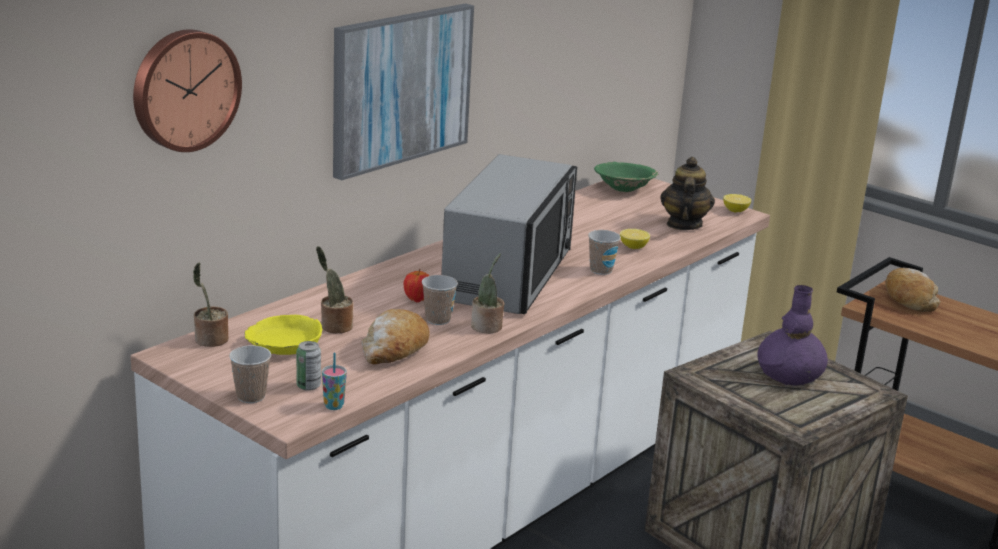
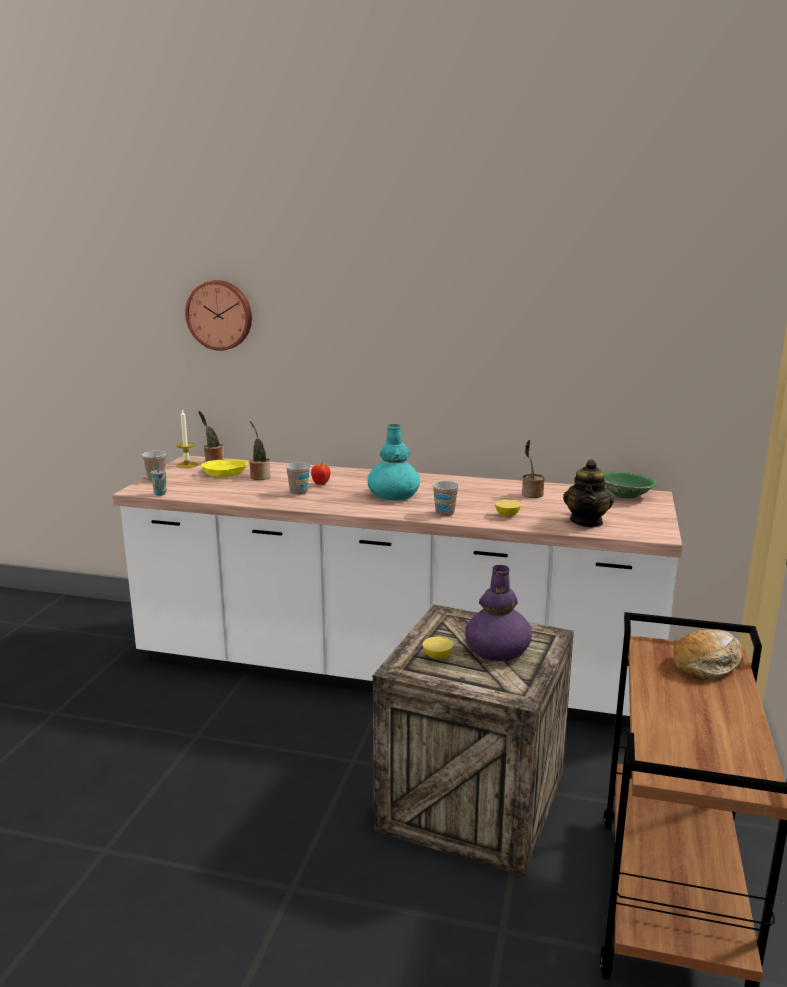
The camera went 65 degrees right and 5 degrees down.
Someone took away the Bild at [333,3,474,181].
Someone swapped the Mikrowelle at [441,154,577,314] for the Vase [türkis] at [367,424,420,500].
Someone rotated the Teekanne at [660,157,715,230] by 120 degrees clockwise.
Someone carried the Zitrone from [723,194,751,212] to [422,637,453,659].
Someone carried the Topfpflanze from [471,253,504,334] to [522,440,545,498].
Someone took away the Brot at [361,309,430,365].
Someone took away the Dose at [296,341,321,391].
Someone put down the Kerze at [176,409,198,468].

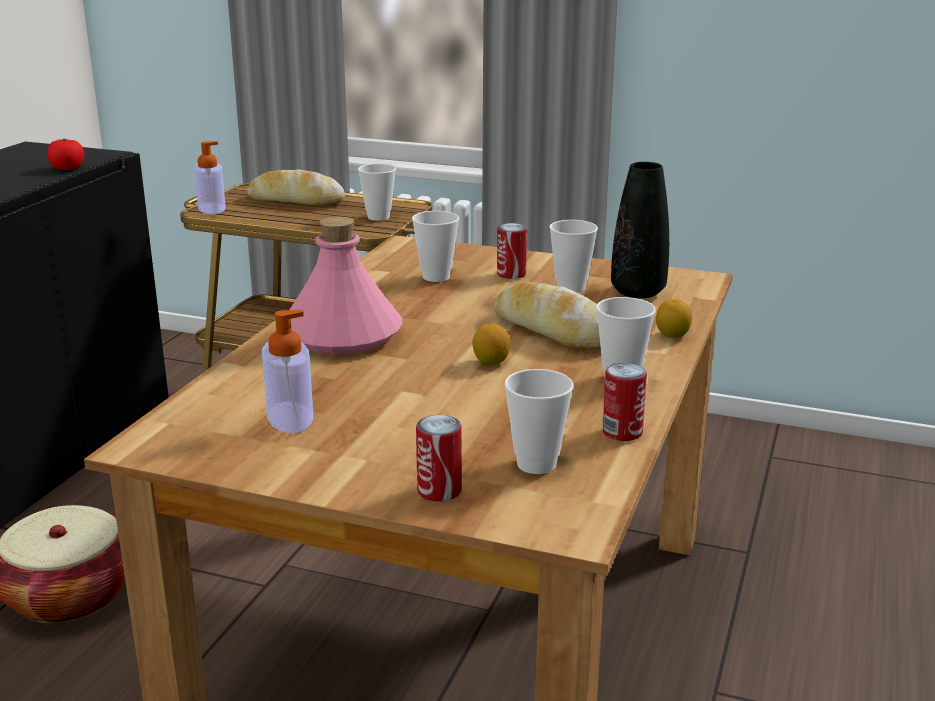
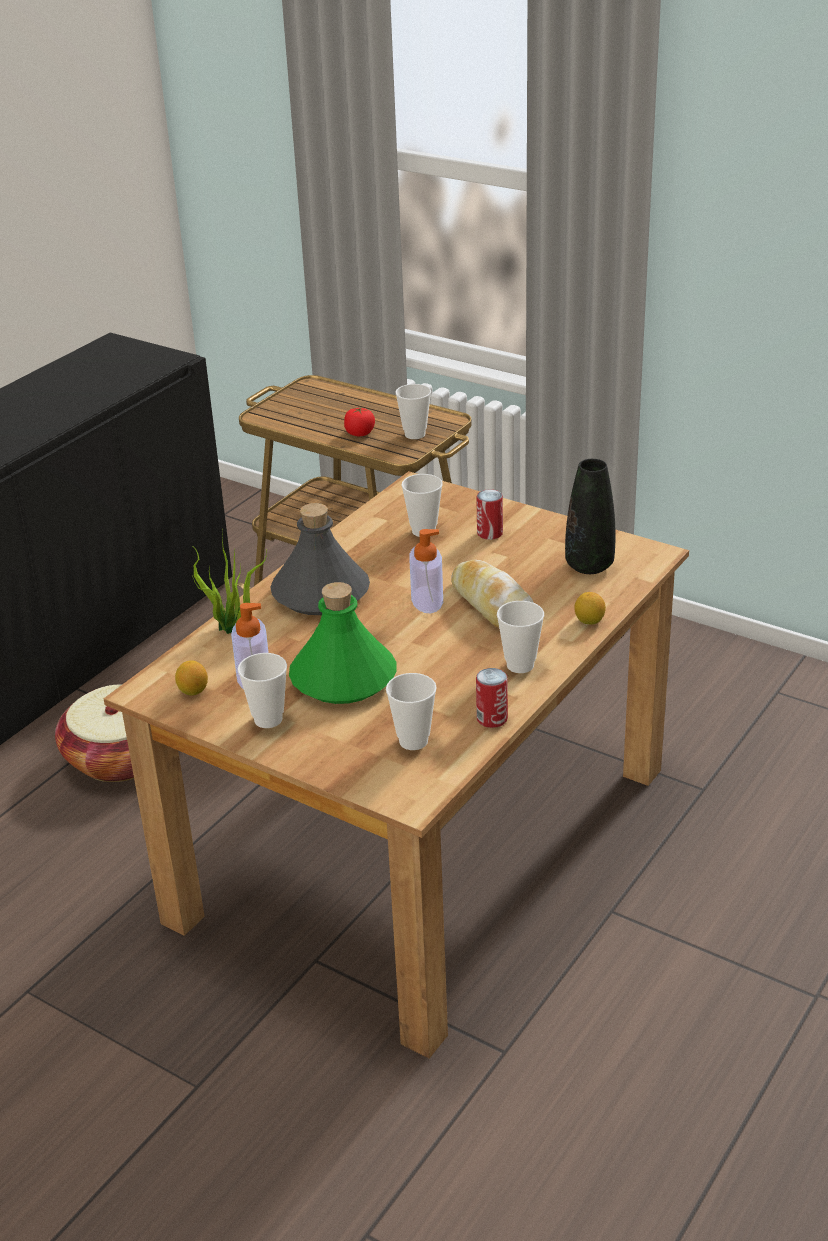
The camera went 15 degrees right and 10 degrees up.
Someone carried the Tomate from [47,138,84,170] to [344,407,375,436].
Someone carried the Seifenspender from [194,141,226,214] to [409,529,443,613].
Someone took away the Brot at [248,169,345,205].
Someone repainted the Flasche [rosa] at [289,216,402,354], which became the Flasche [grau] at [270,503,370,615].
Someone carried the Tasse from [549,220,598,292] to [238,653,287,728].
Someone carried the Zitrone from [472,324,510,365] to [175,660,208,696].
Someone took away the Dose at [416,415,462,502].
Someone put down the Topfpflanze at [192,529,267,634].
Someone put down the Flasche [grün] at [289,582,396,704].

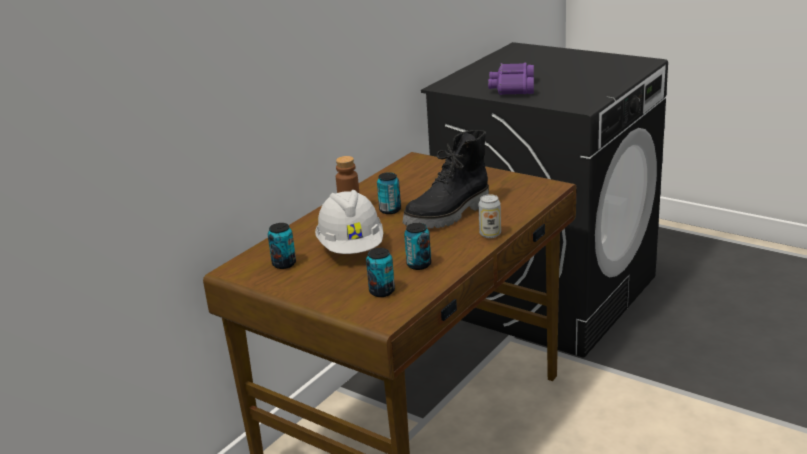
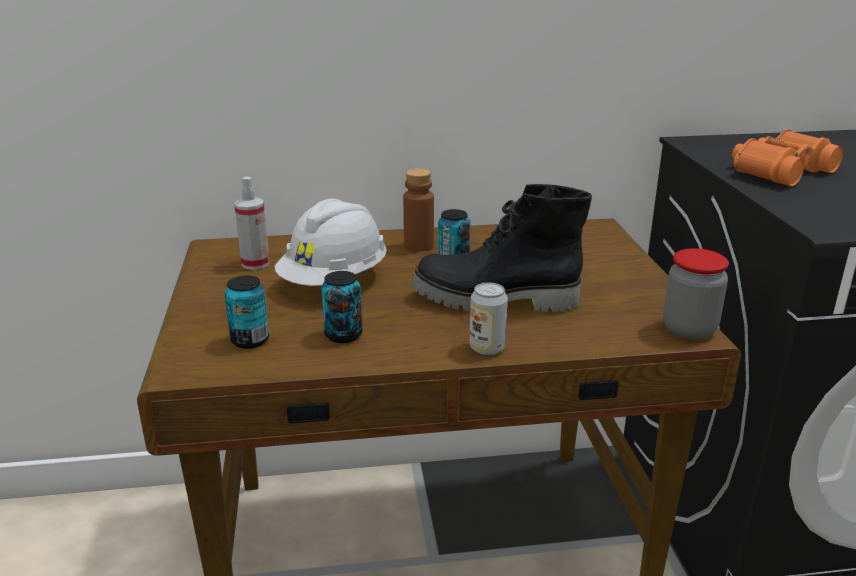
The camera went 45 degrees right and 0 degrees up.
Someone repainted the Fernglas [lila] at [488,62,534,95], which became the Fernglas [orange] at [732,129,843,186].
Someone swapped the Dose at [268,223,296,269] for the Sprühflasche at [234,177,270,270].
Someone put down the Vorratsglas at [663,248,729,340].

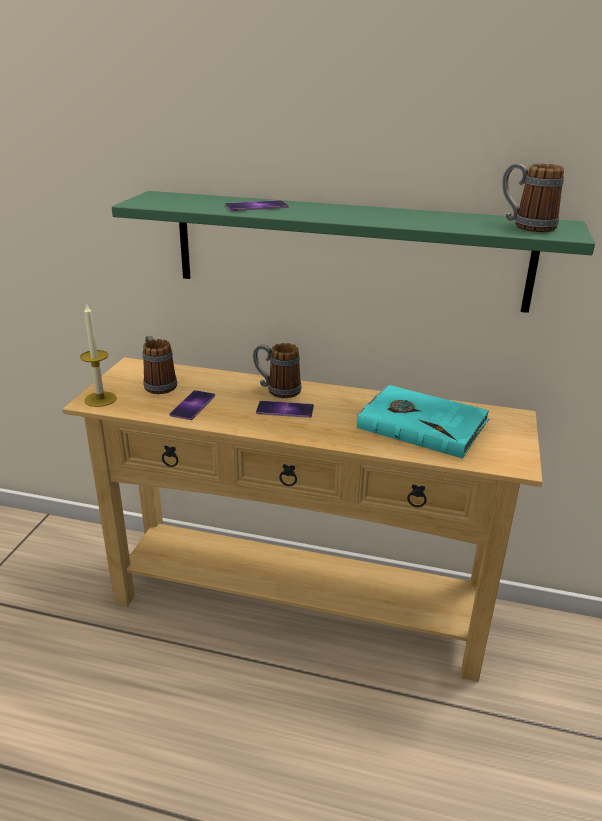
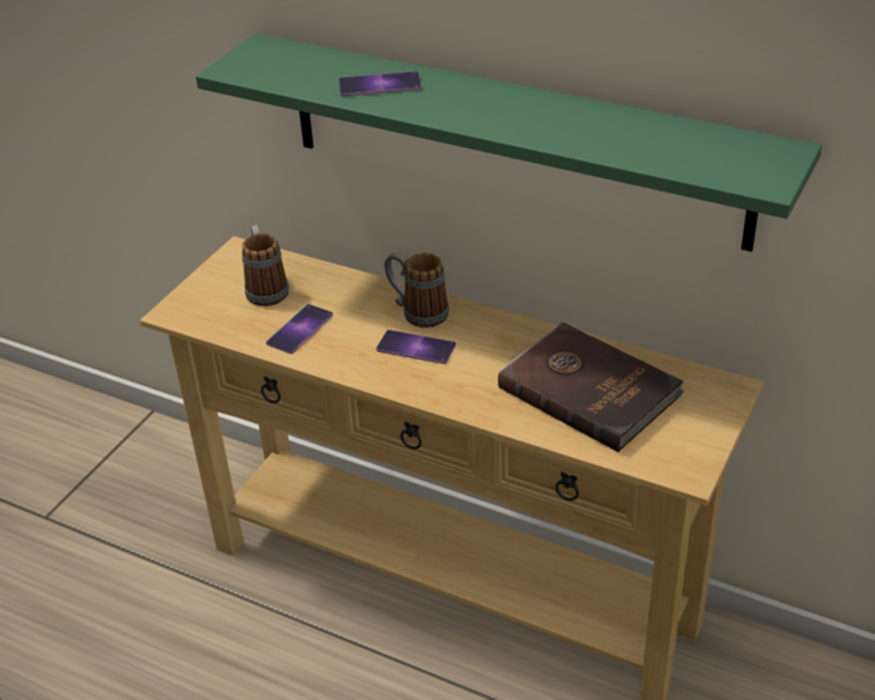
The camera went 15 degrees right and 10 degrees up.
Someone took away the Henkelbecher at [502,163,564,232].
Someone took away the Kerze at [80,303,117,407].
Someone repainted the Buch [türkis] at [357,385,489,459], which became the Buch [braun] at [498,322,685,452].

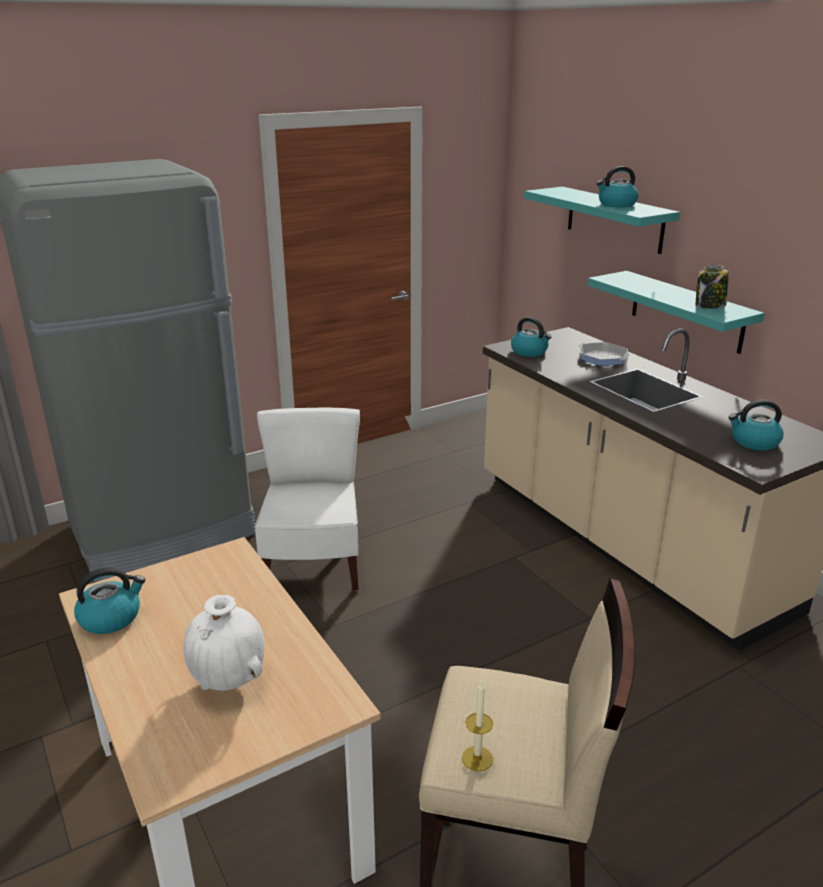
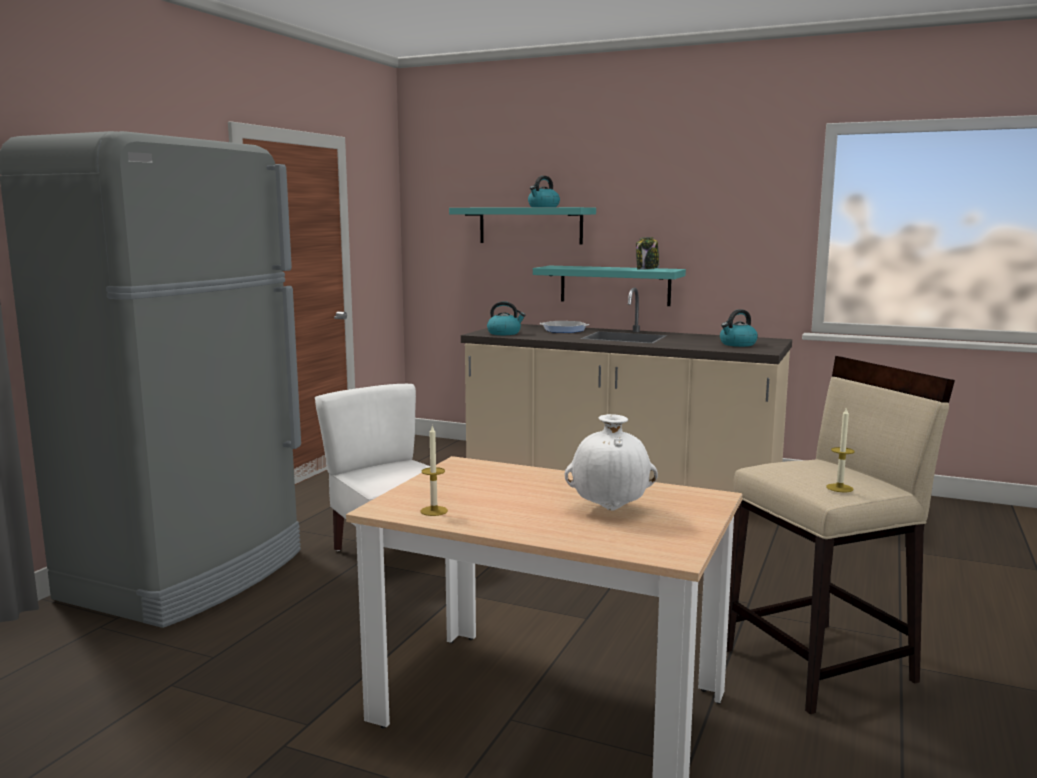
The camera went 35 degrees left and 15 degrees down.
Someone swapped the Wasserkessel at [74,567,145,634] for the Kerze at [421,426,448,516].

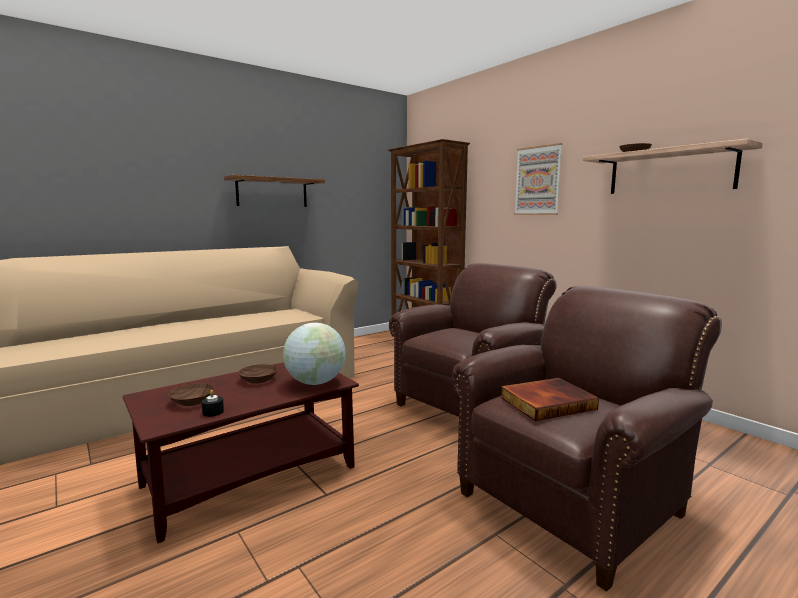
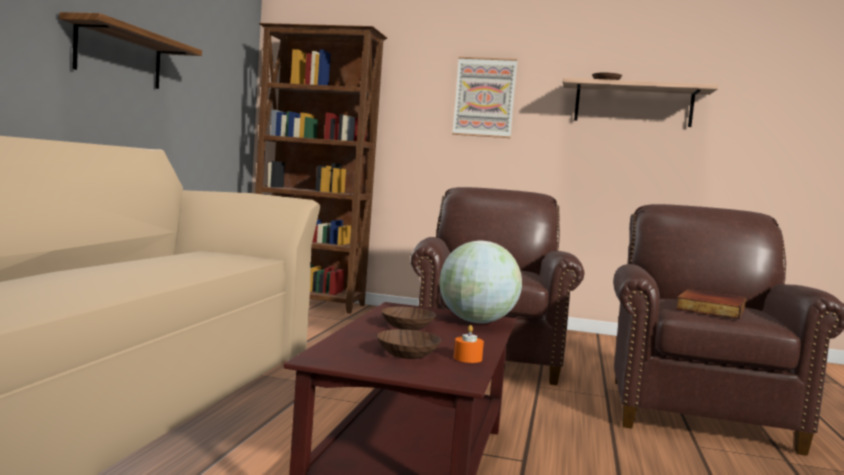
The camera went 40 degrees left and 5 degrees down.
Someone repainted the Kerze [schwarz] at [202,390,224,417], which became the Kerze [orange] at [454,325,484,363].

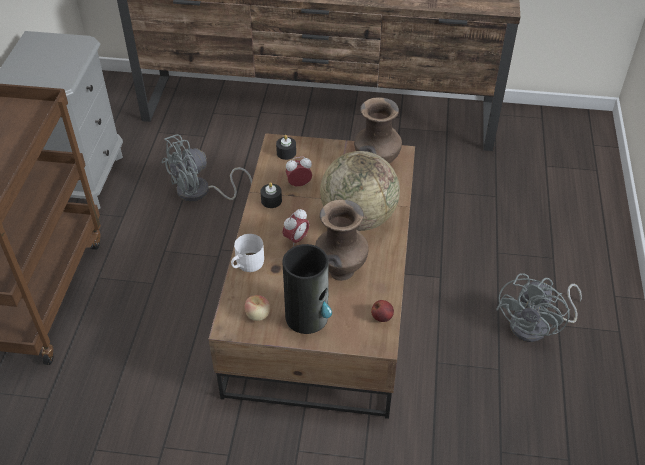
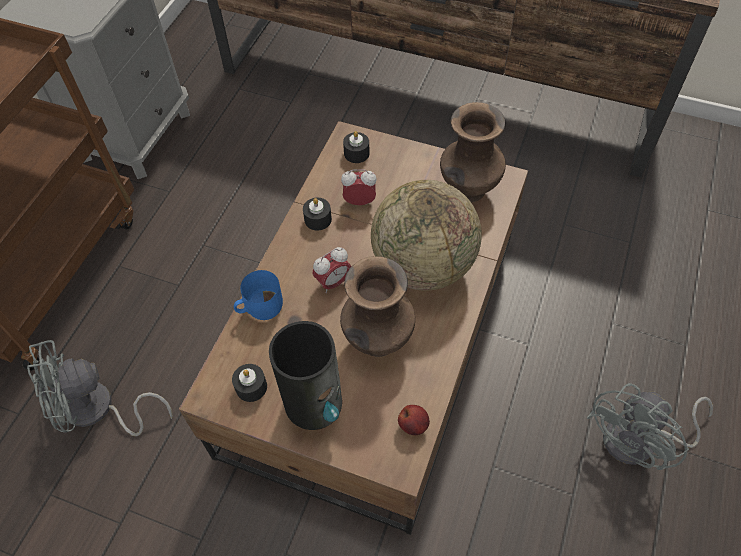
The camera went 15 degrees right and 10 degrees up.
Someone carried the Ventilator [grau] from [161,134,252,202] to [27,340,173,436].
Someone repainted the Henkelbecher [weiß] at [231,234,264,272], which became the Henkelbecher [blau] at [234,270,283,320].
Someone swapped the Apfel at [245,295,270,321] for the Kerze [schwarz] at [232,364,267,402].

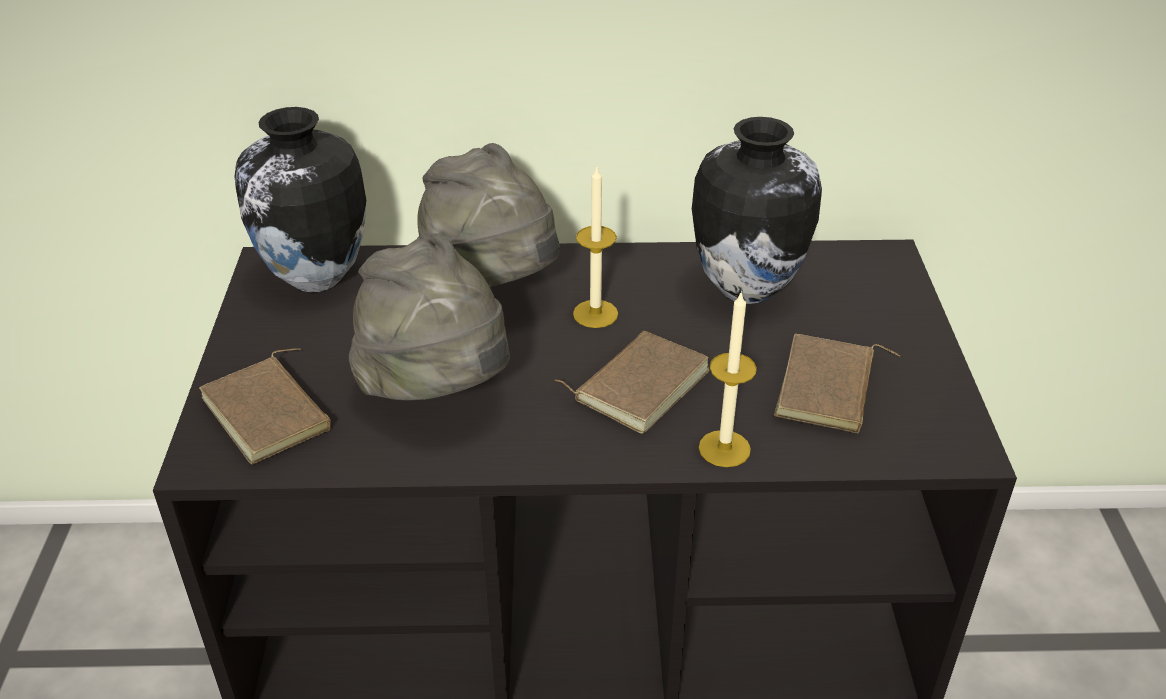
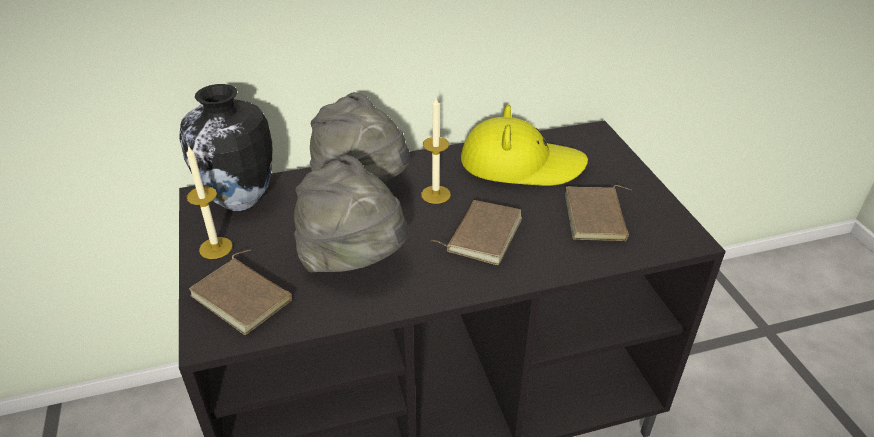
The camera went 15 degrees left and 0 degrees up.
Someone swapped the Vase at [692,117,822,304] for the Hut [gelb] at [461,105,588,186].
Someone carried the Kerze from [699,291,757,467] to [186,145,233,259].

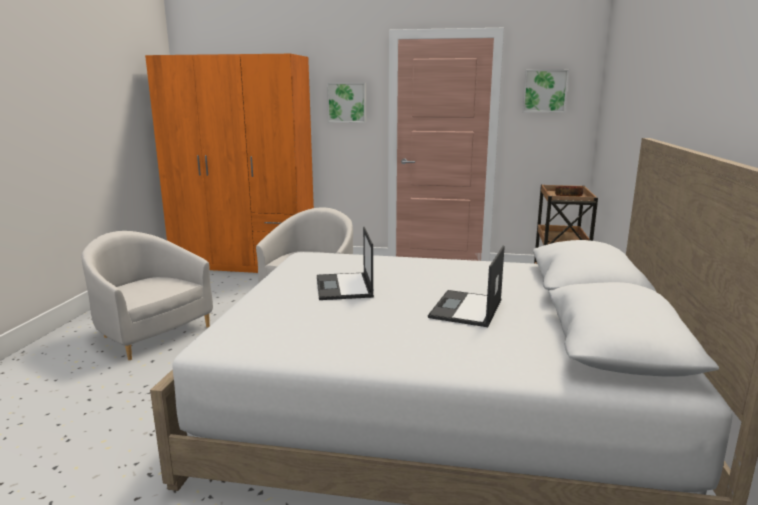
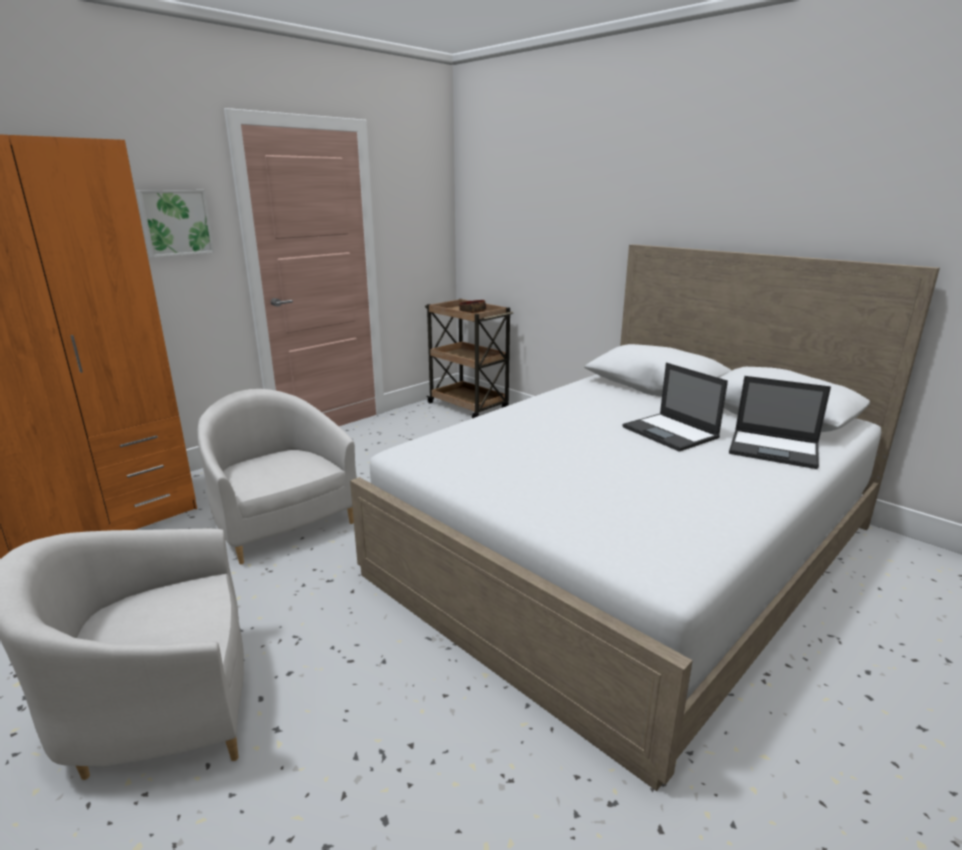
The camera went 55 degrees left and 5 degrees up.
Someone took away the Bild at [522,69,569,113].
Someone carried the Laptop from [317,227,374,300] to [729,376,831,469].

